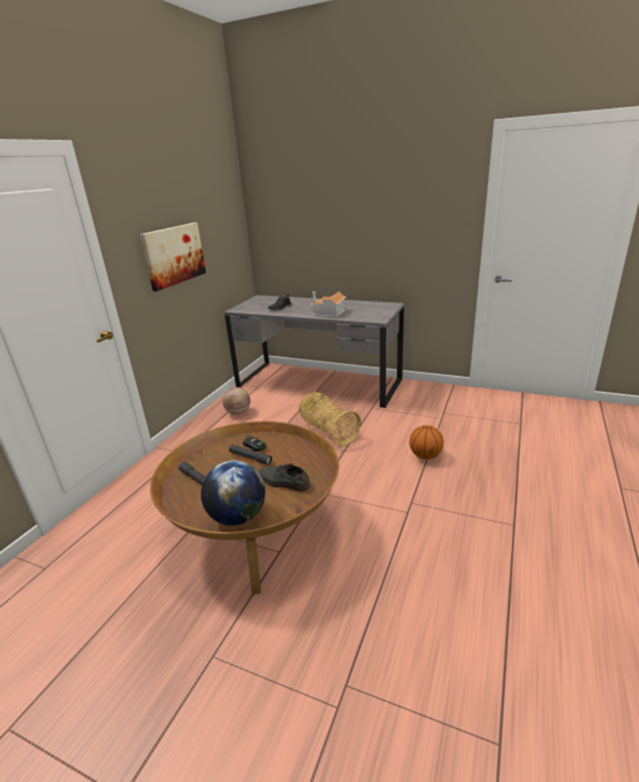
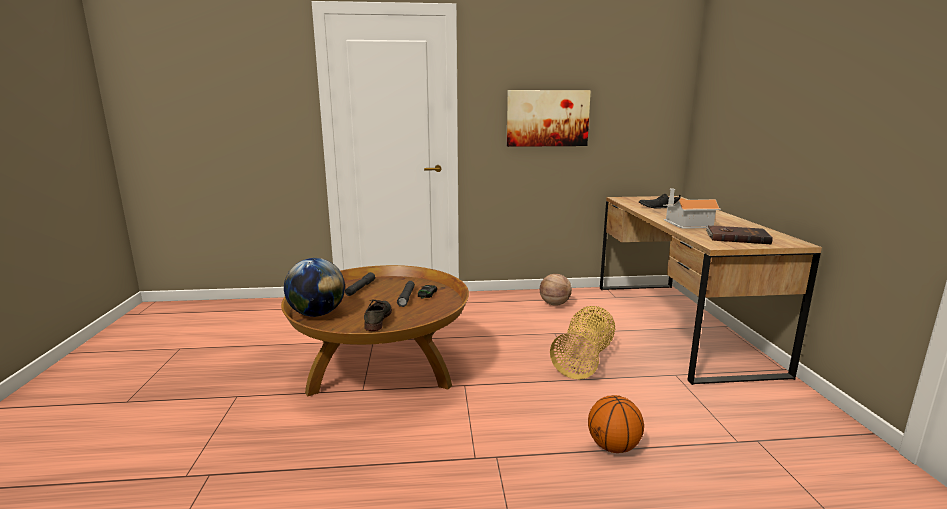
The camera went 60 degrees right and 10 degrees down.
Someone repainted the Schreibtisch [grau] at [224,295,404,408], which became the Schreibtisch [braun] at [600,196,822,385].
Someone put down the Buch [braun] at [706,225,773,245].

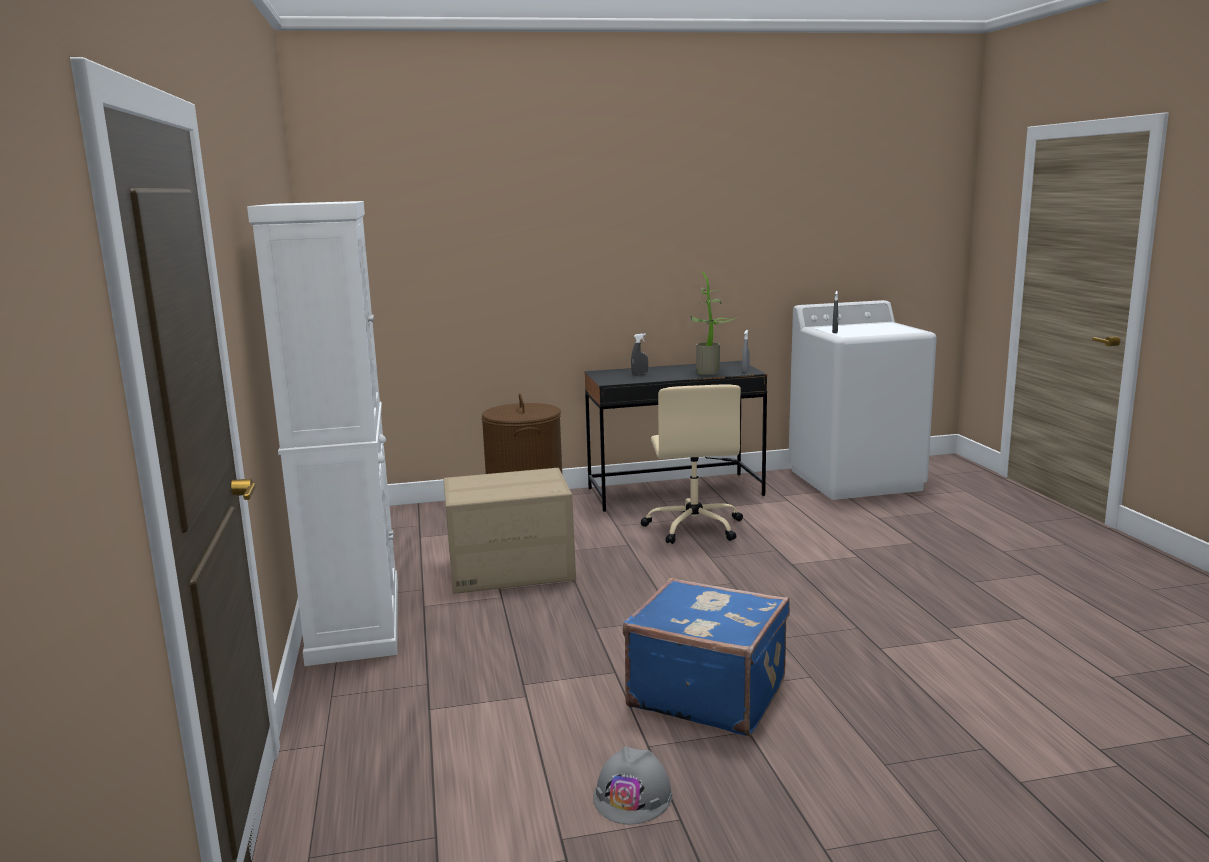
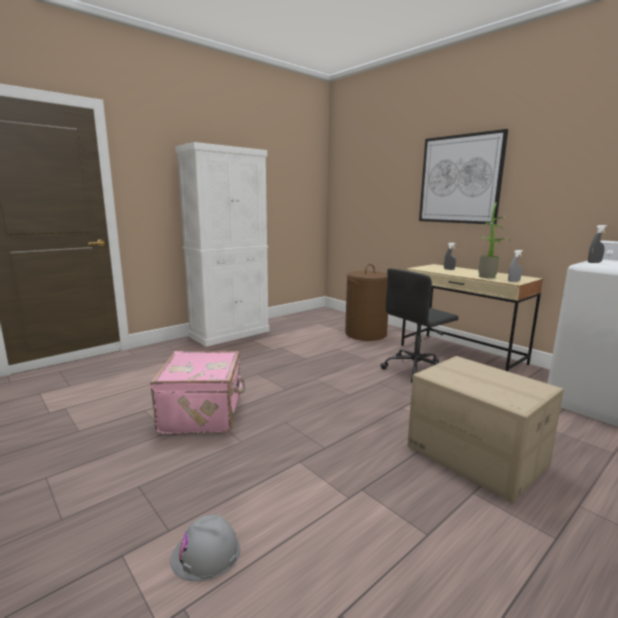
The camera went 60 degrees right and 0 degrees up.
Someone repainted the Schreibtisch [schwarz] at [584,361,767,512], which became the Schreibtisch [beige] at [401,264,543,371].
Someone repainted the Bürostuhl [beige] at [640,384,743,544], which became the Bürostuhl [schwarz] at [381,268,459,383].
Someone carried the Karton from [443,468,576,594] to [407,356,564,503].
Someone repainted the Koffer [blau] at [623,578,790,736], which became the Koffer [rosa] at [150,351,245,435].
Someone carried the Schutzhelm [grau] from [593,747,672,825] to [170,515,240,581].
Someone put up the Bild at [419,129,508,224].

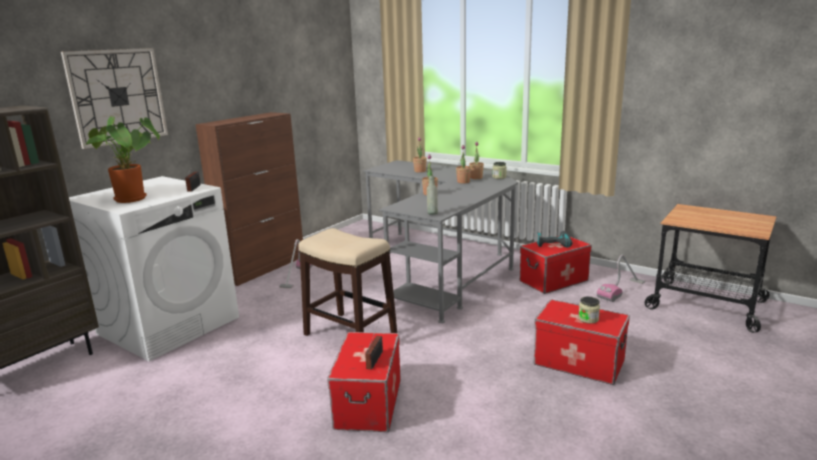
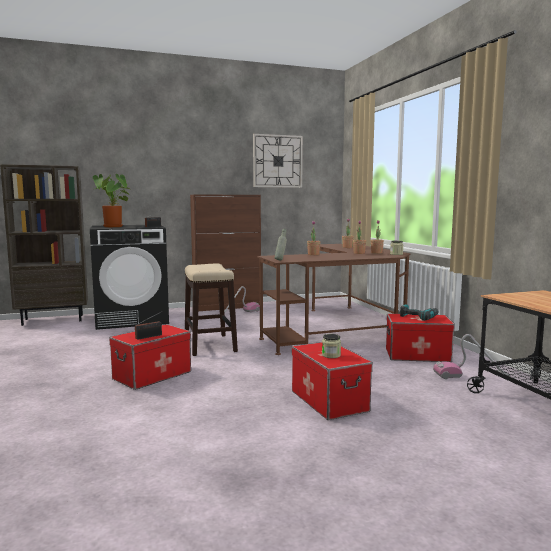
The camera went 35 degrees right and 10 degrees down.
Someone carried the Wanduhr from [61,48,168,149] to [253,134,303,188].
Someone repainted the Schreibtisch [grau] at [363,160,518,323], which became the Schreibtisch [braun] at [257,244,411,355].
Someone repainted the Waschmaschine [weiß] at [69,176,239,361], which became the Waschmaschine [schwarz] at [90,225,169,330].

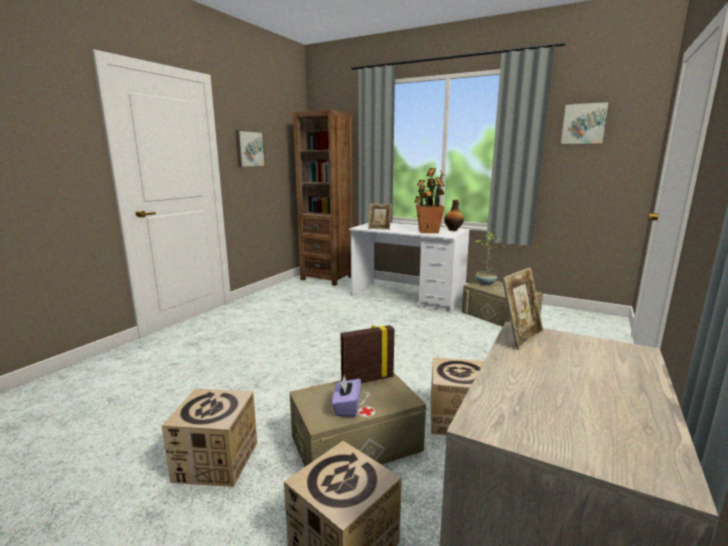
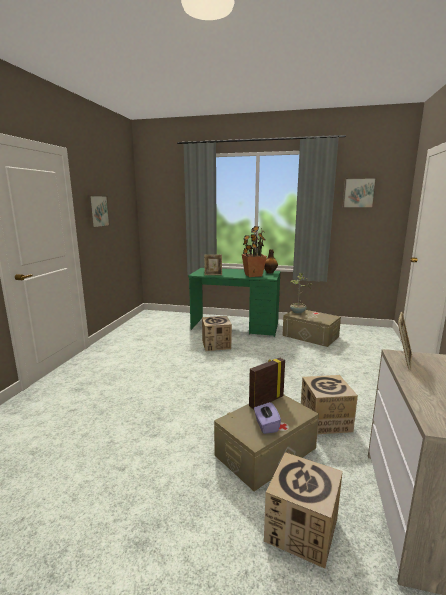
The camera went 15 degrees left and 0 degrees up.
Someone took away the Bücherregal [braun] at [293,110,353,286].
Someone repainted the Schreibtisch [weiß] at [349,223,470,312], which became the Schreibtisch [grün] at [188,268,281,337].
Someone carried the Karton from [162,388,257,487] to [202,316,232,351].

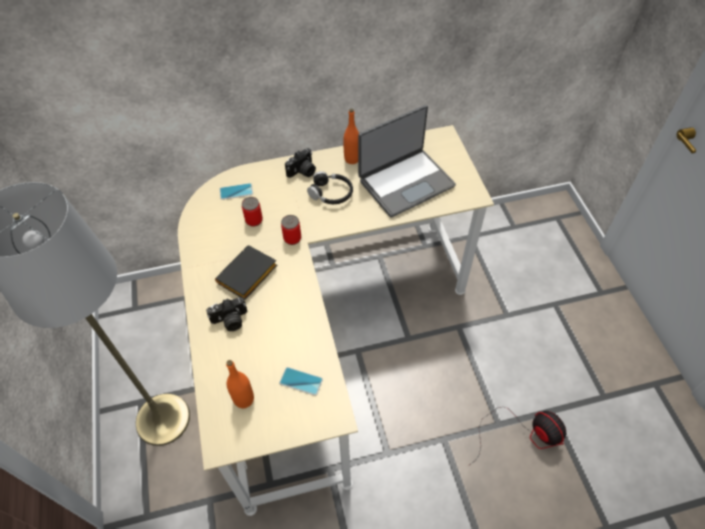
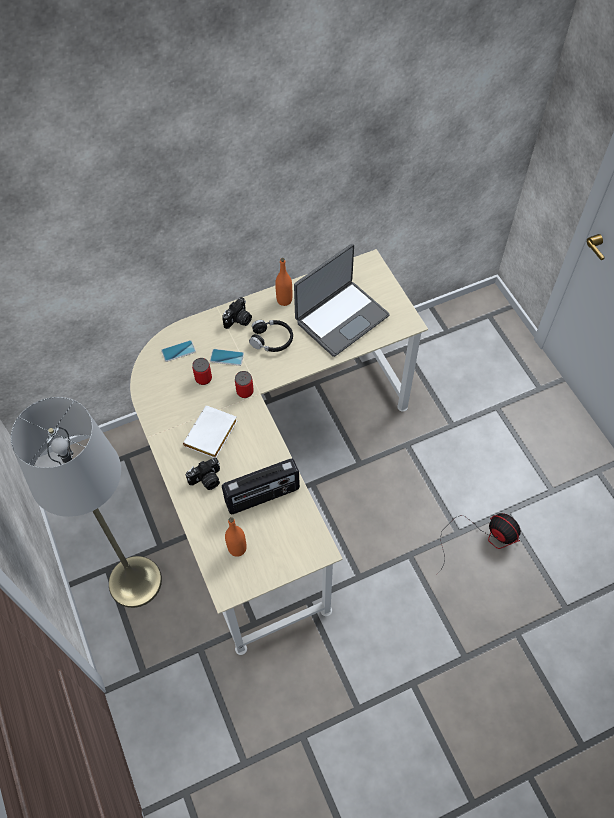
The camera went 10 degrees left and 5 degrees up.
Someone repainted the Buch [schwarz] at [215,245,277,300], which became the Buch [weiß] at [183,406,238,458].
Someone carried the Handy from [279,367,323,396] to [210,349,244,366].
Someone put down the Radio at [222,458,300,514].

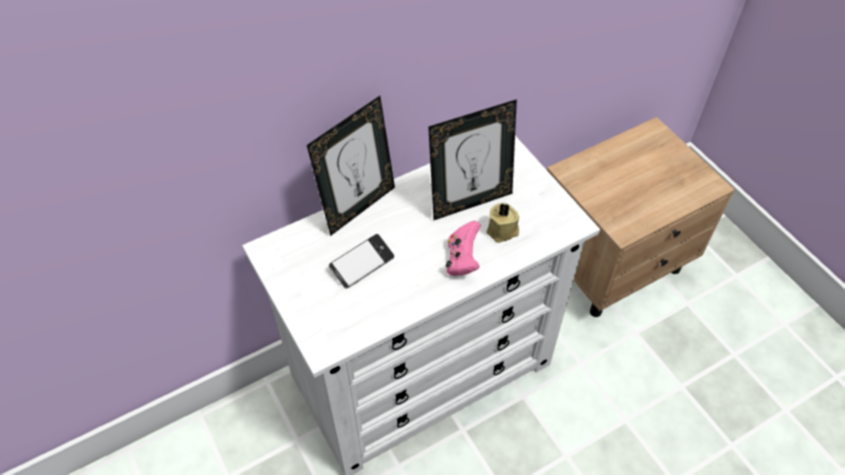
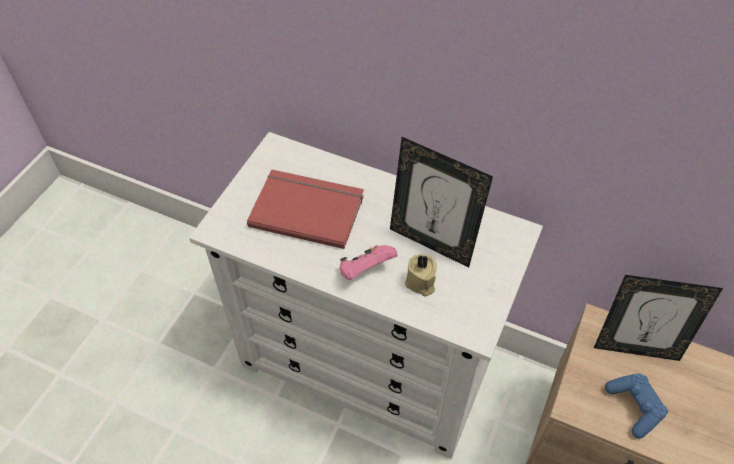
The camera went 55 degrees right and 0 degrees up.
Someone carried the Bilderrahmen from [307,96,395,236] to [594,275,723,361].
Someone swapped the Handy at [329,234,394,289] for the Buch [rot] at [247,170,364,249].
Someone put down the Gamepad [blau] at [605,373,668,439].

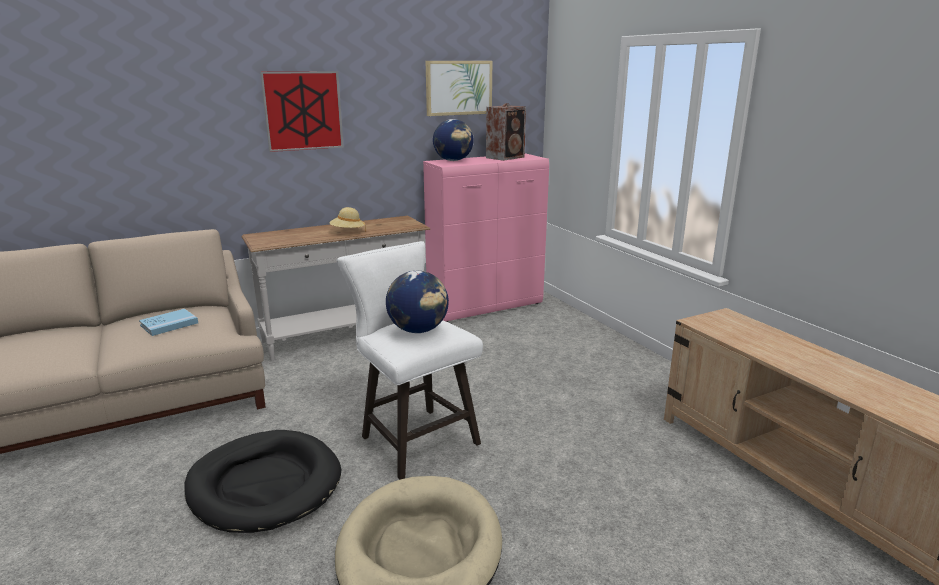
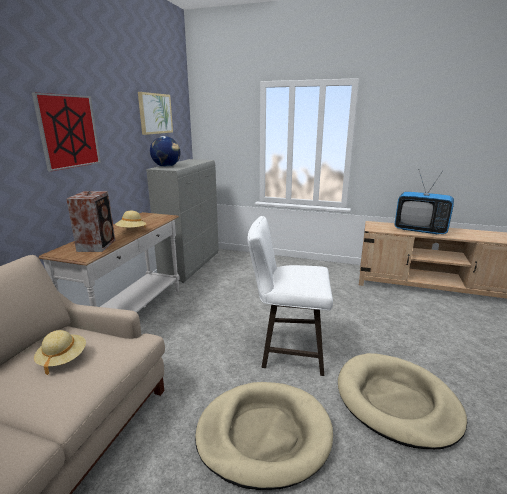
The camera went 45 degrees left and 0 degrees up.
Someone carried the Lautsprecher from [486,103,526,161] to [66,191,115,252].
Someone repainted the Schrank [rosa] at [423,154,549,322], which became the Schrank [grau] at [146,159,219,283].
Someone took away the Globus at [386,271,449,333].
Someone swapped the Buch [blau] at [139,309,198,336] for the Hut [beige] at [34,330,86,375].
Someone repainted the Hundebett [schwarz] at [184,430,341,533], which became the Hundebett [beige] at [195,382,333,490].
Someone put down the Fernseher at [394,171,454,235].

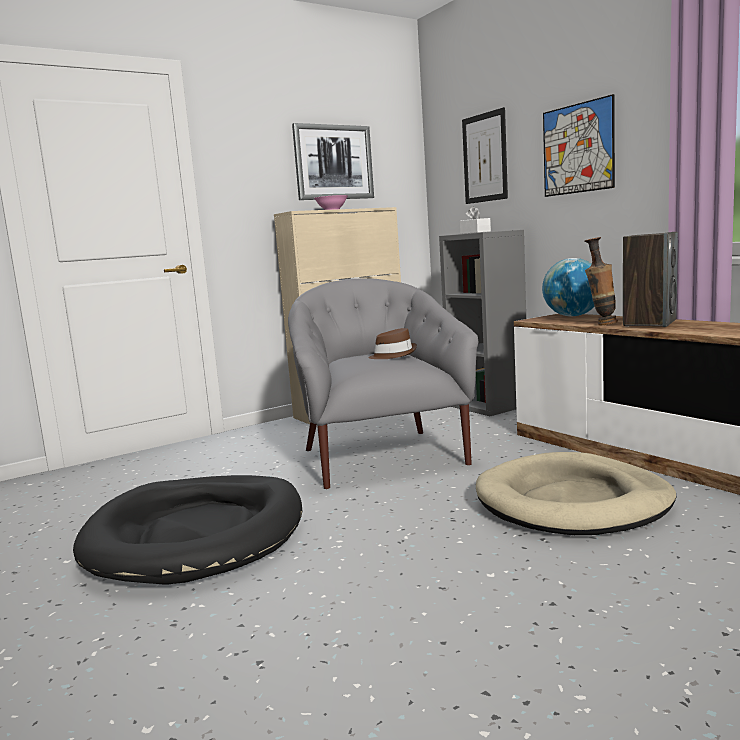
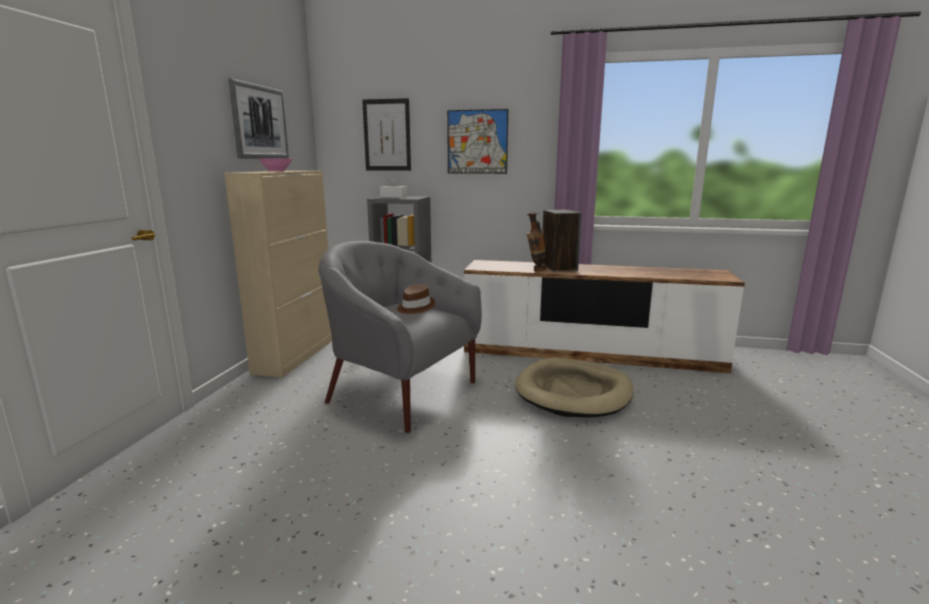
The camera went 45 degrees left and 5 degrees up.
Someone took away the Globus at [542,258,595,316].
Someone took away the Hundebett [schwarz] at [73,475,302,585].

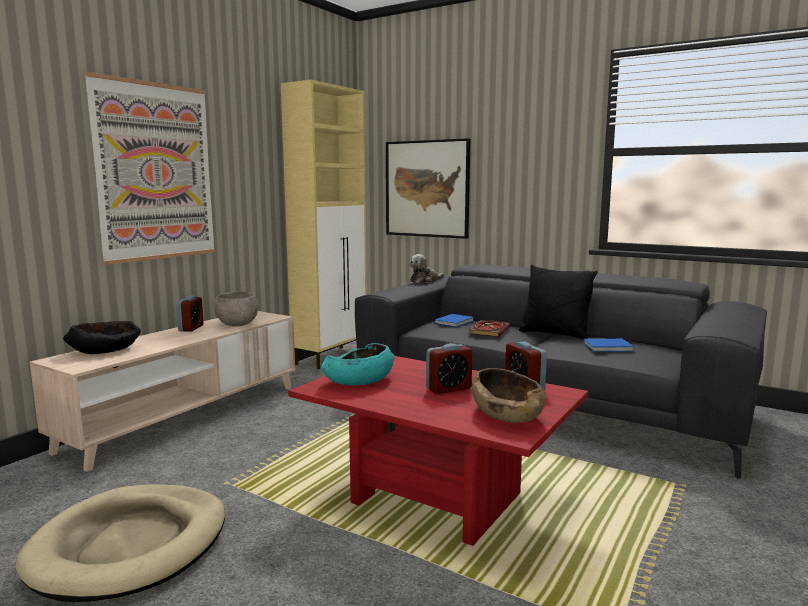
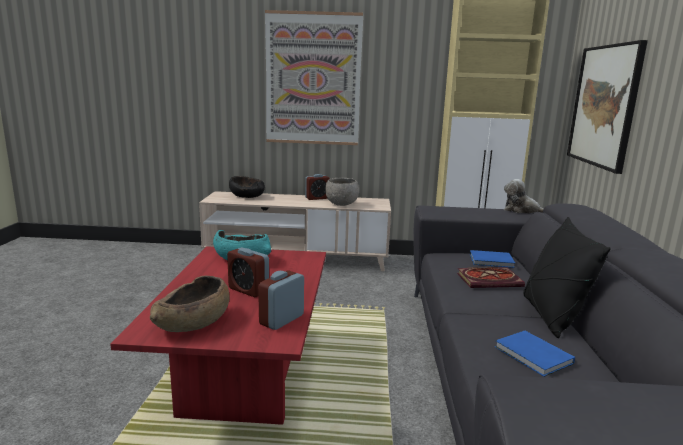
The camera went 60 degrees right and 5 degrees up.
Someone took away the Hundebett [beige] at [15,484,225,602].

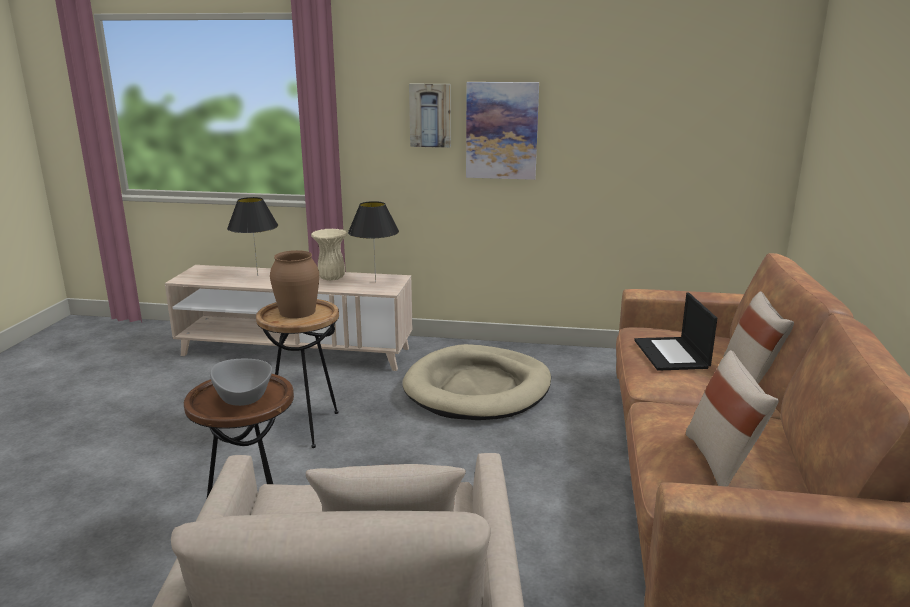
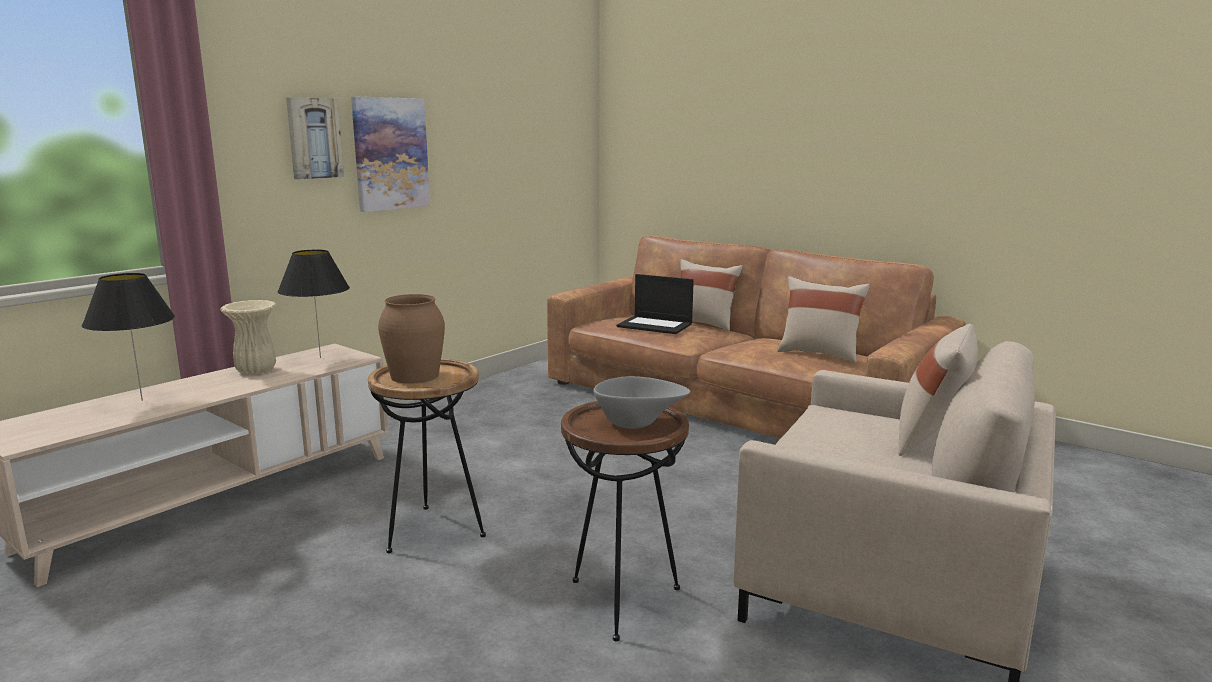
The camera went 60 degrees left and 5 degrees down.
Someone took away the Hundebett [beige] at [402,344,551,420].

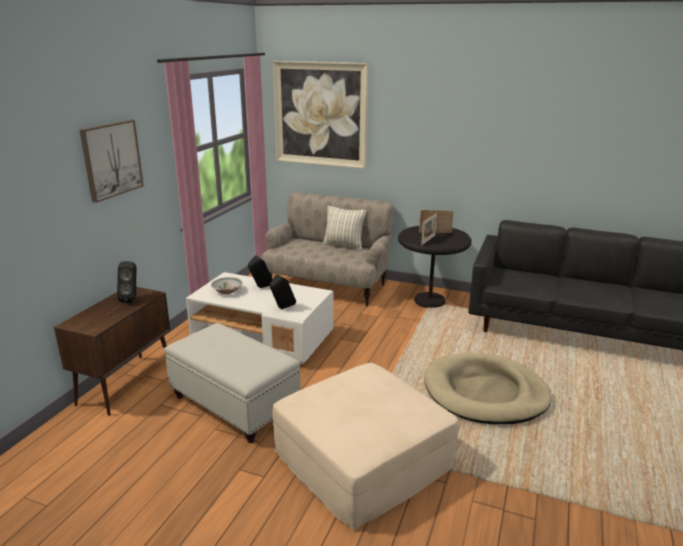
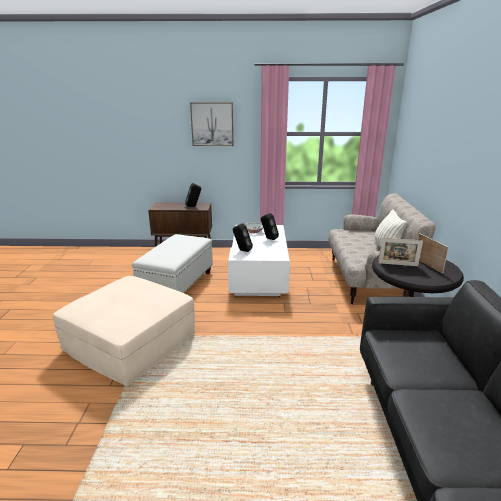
The camera went 70 degrees right and 0 degrees up.
Someone took away the Bild at [273,61,369,169].
Someone took away the Hundebett [beige] at [424,353,551,424].

